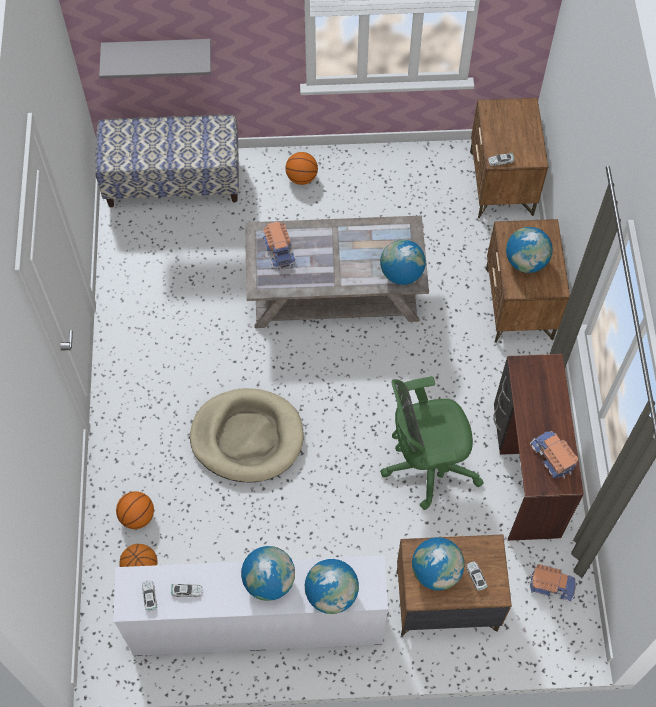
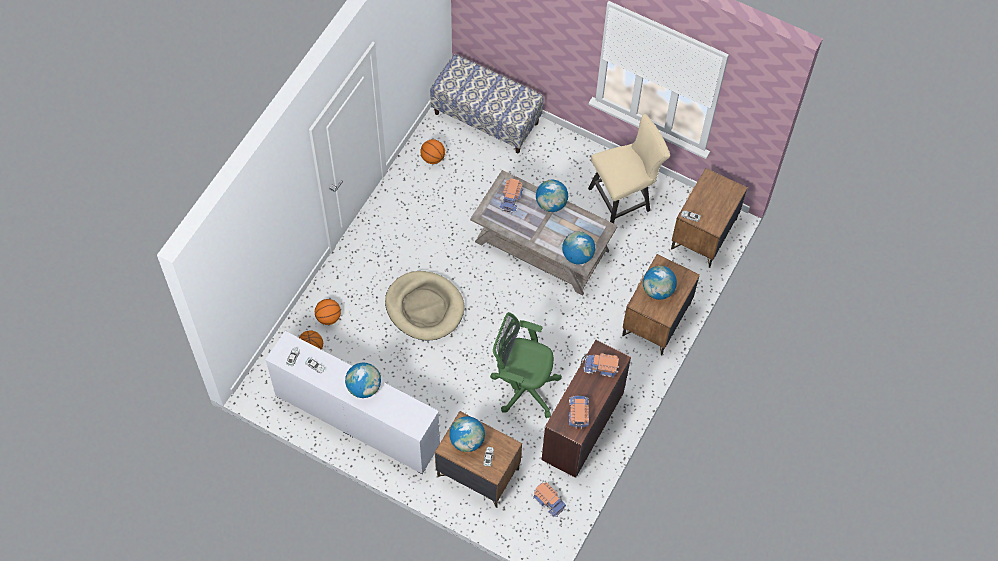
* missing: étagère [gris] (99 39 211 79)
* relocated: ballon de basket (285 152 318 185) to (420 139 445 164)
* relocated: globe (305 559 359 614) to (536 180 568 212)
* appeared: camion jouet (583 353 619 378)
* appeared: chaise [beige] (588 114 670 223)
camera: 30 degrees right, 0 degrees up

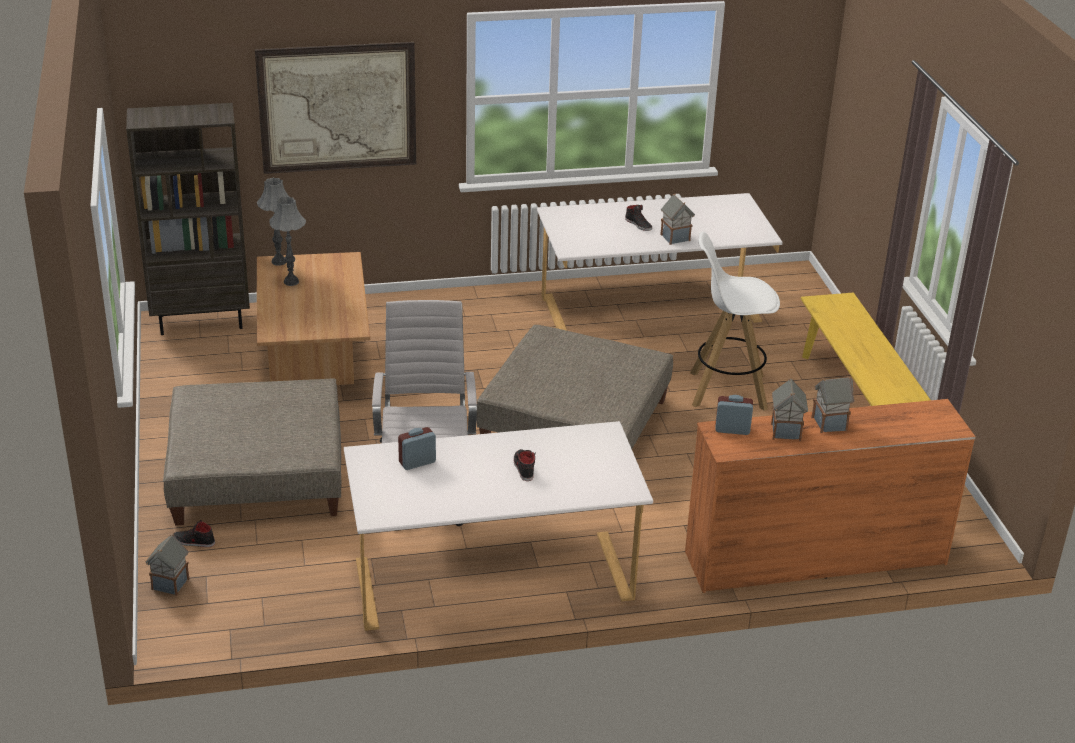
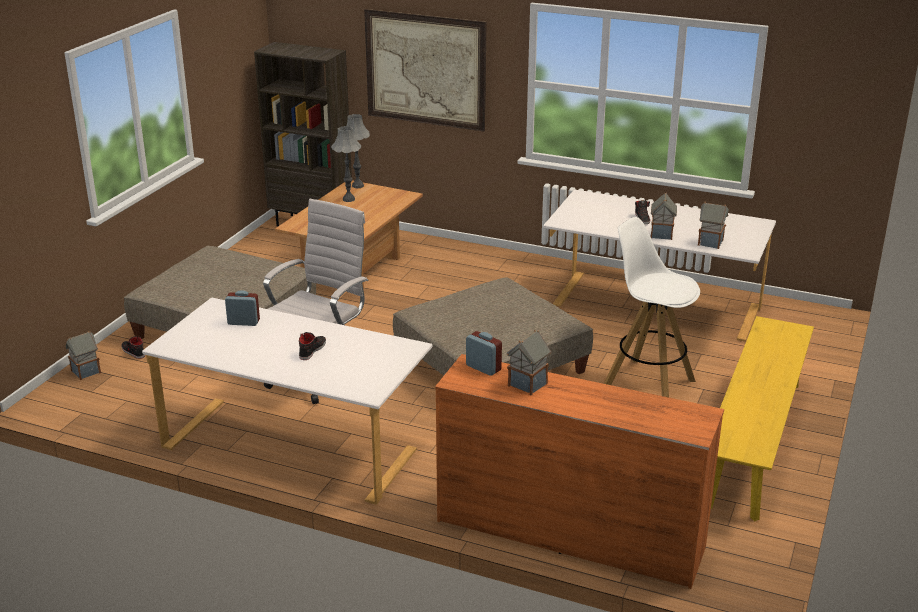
* relocated: maison miniature (811 376 855 433) to (698 202 729 249)
camera: 35 degrees right, 5 degrees down

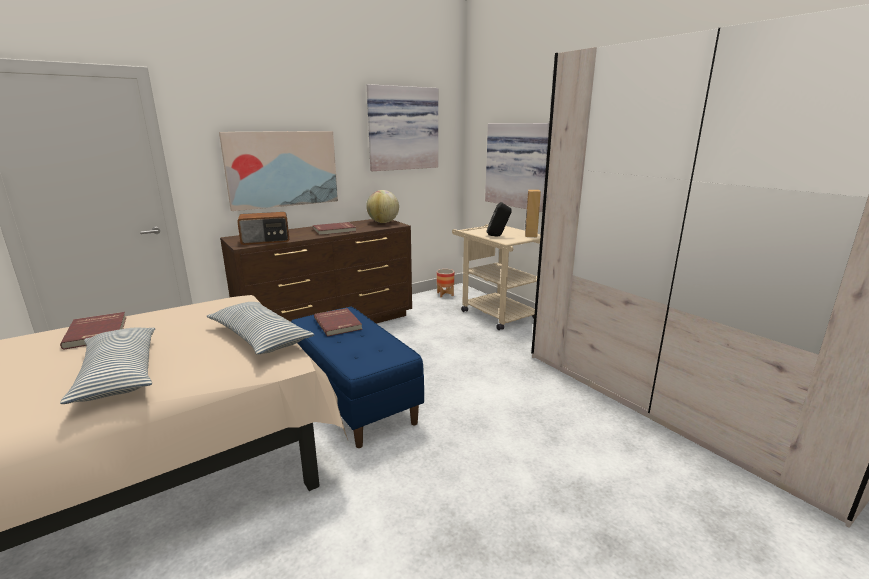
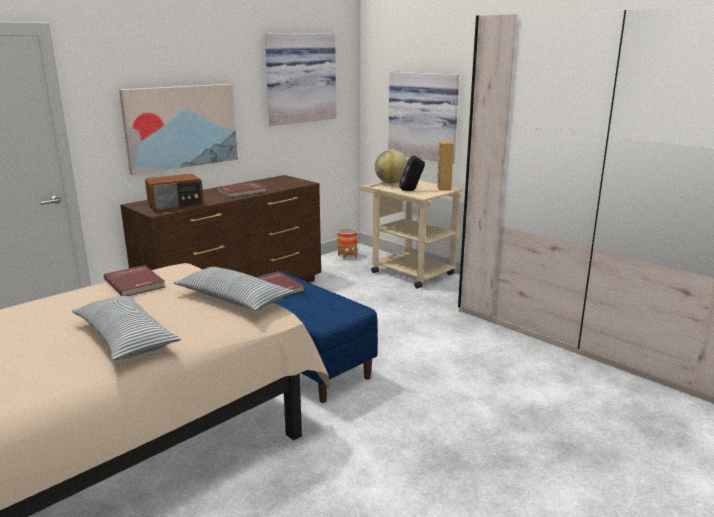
* relocated: livre [rouge] (60 312 126 350) to (104 265 165 296)
* relocated: globe (366 190 399 223) to (375 150 408 184)
camera: 10 degrees left, 0 degrees up

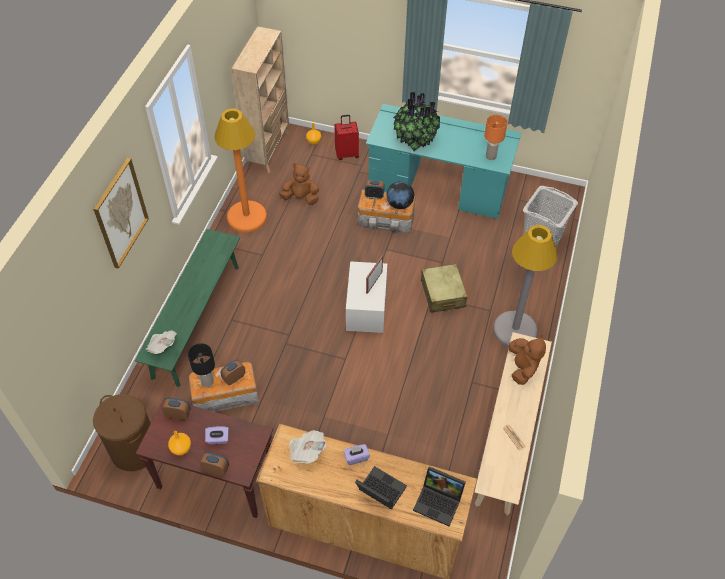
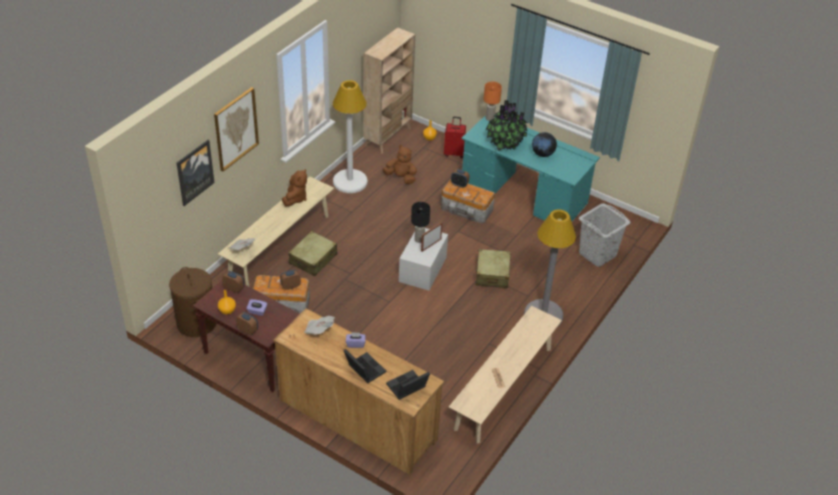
* colour: banc [vert] (135 229 240 387) to banc [beige] (218 177 334 286)
* relocated: lampe de table [noir] (188 343 215 387) to (411 202 430 243)
* colour: lampadaire [orange] (214 109 267 232) to lampadaire [blanc] (333 80 368 193)
* relocated: globe (387 181 414 209) to (532 132 557 157)
* spun: ordinateur portable (413 466 466 527) = (386 370 430 400) 105 degrees clockwise
* relocated: lampe de table [orange] (484 115 507 160) to (484 81 502 121)
* relocated: peluche [marron] (509 335 546 385) to (282 169 307 206)
* appeared: tableau (177 140 215 206)
* appeared: valise [beige] (289 231 337 276)
camera: 15 degrees right, 10 degrees down

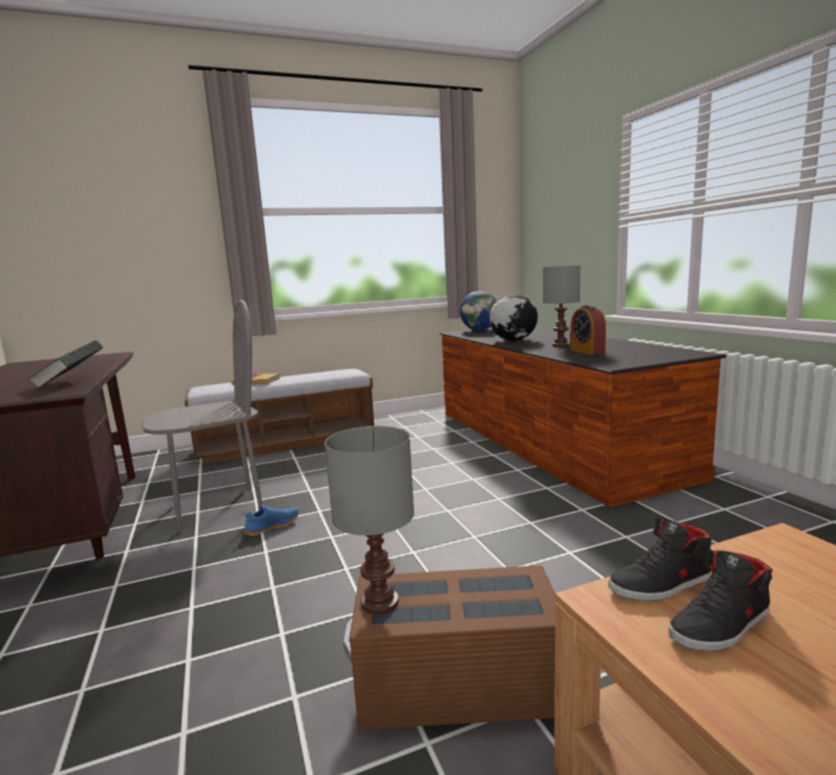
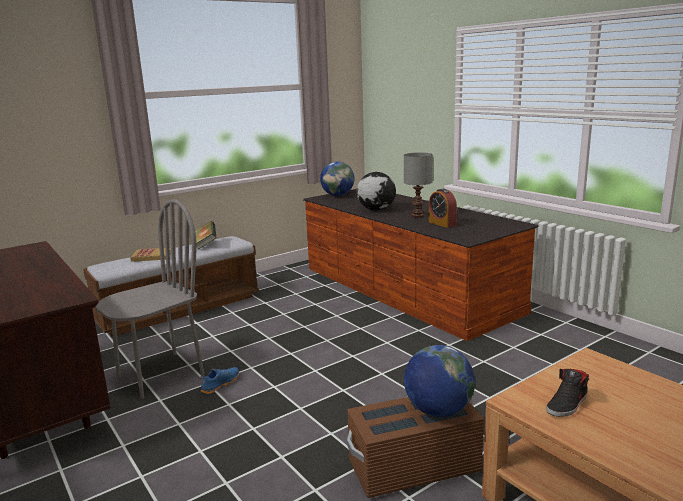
* relocated: livre (27 340 103 389) to (195 221 217 250)
* missing: lampe de table [gris] (325 426 414 614)
* missing: chaussure [noir] (608 518 712 601)
* appeared: globe (404 345 475 417)
camera: 15 degrees left, 5 degrees up

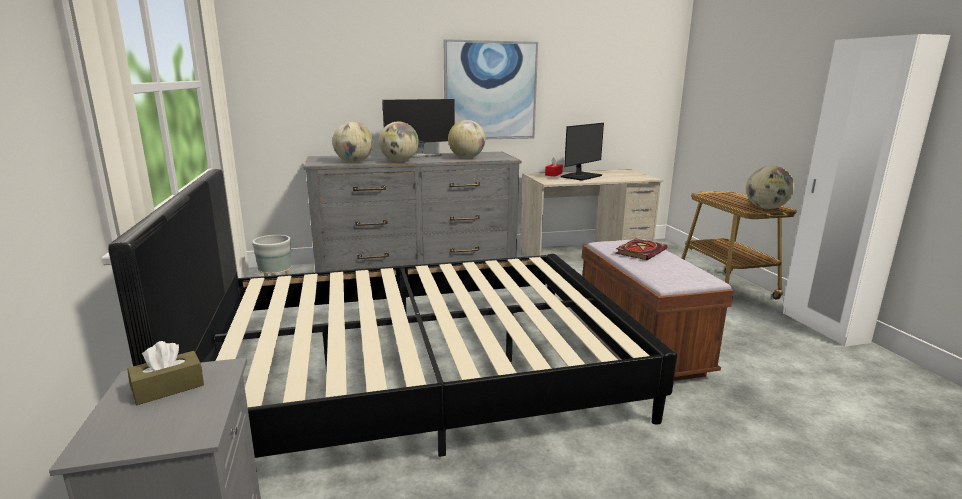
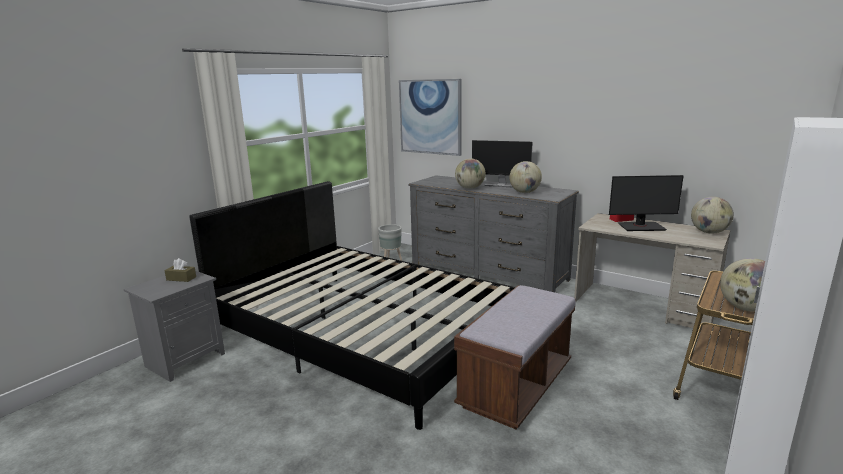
* relocated: globe (332 122 373 162) to (691 197 734 234)
* relocated: tableau (444 39 538 139) to (399 79 462 156)
* missing: livre (615 239 668 260)
camera: 50 degrees right, 0 degrees up

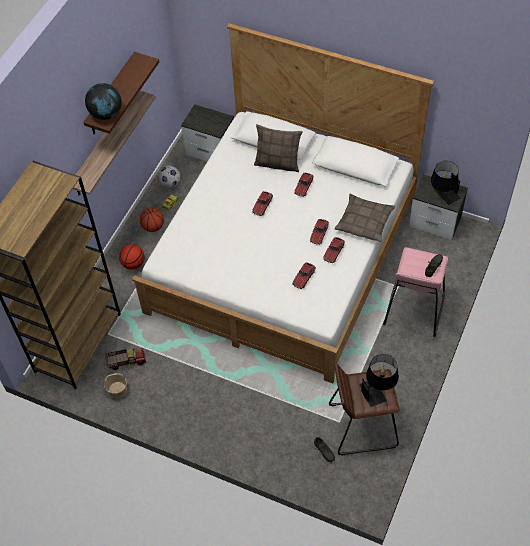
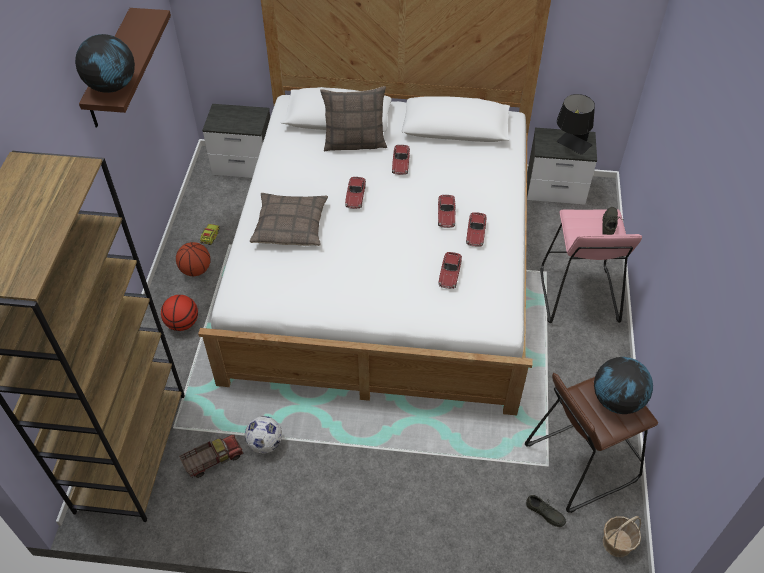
* missing: étagère (73 91 156 196)
* relocated: panier (104 373 127 399) to (603 516 641 557)
* relocated: ballon de foot (158 166 180 187) to (245 416 282 454)
* relocated: coussin (335 194 395 242) to (250 193 328 246)
* exchanged: lampe de table [noir] (359 354 399 407) to globe (594 357 653 414)
camera: 20 degrees left, 5 degrees down

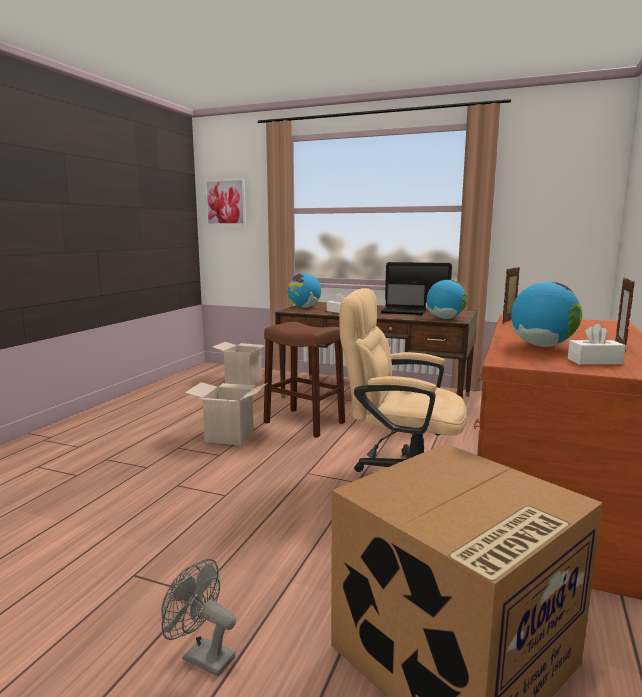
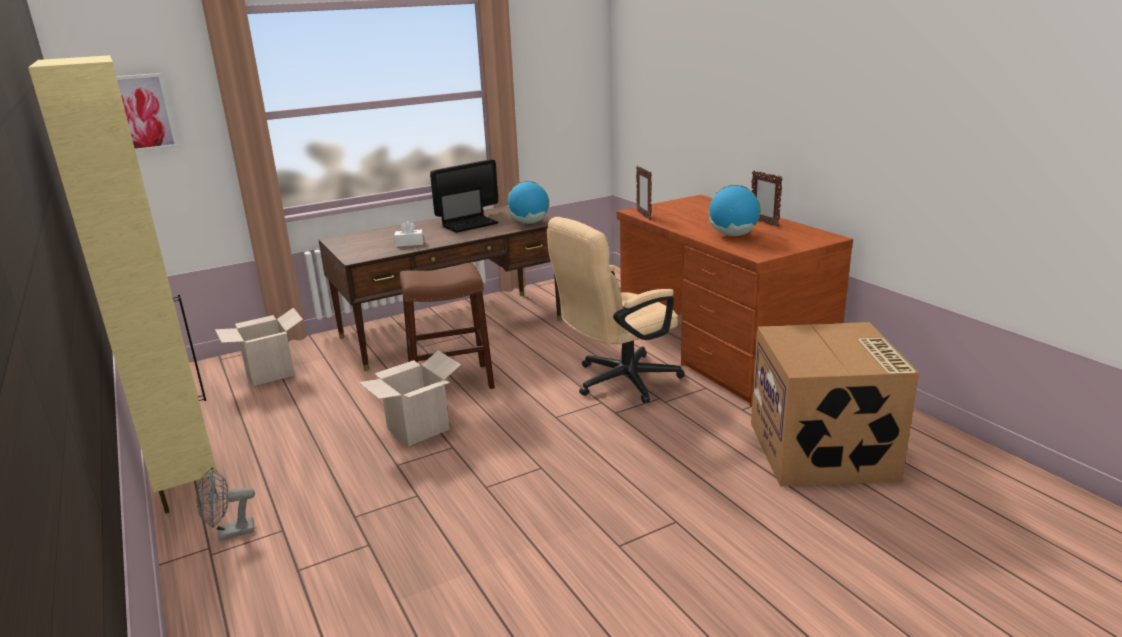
* relocated: ventilateur [gris] (161 559 236 676) to (196 467 255 541)
* missing: globe (287 273 321 308)
* missing: boîte à mouchoirs [blanc] (568 324 626 365)
* appeared: meuble de rangement [beige] (28 55 218 514)
camera: 50 degrees left, 10 degrees up

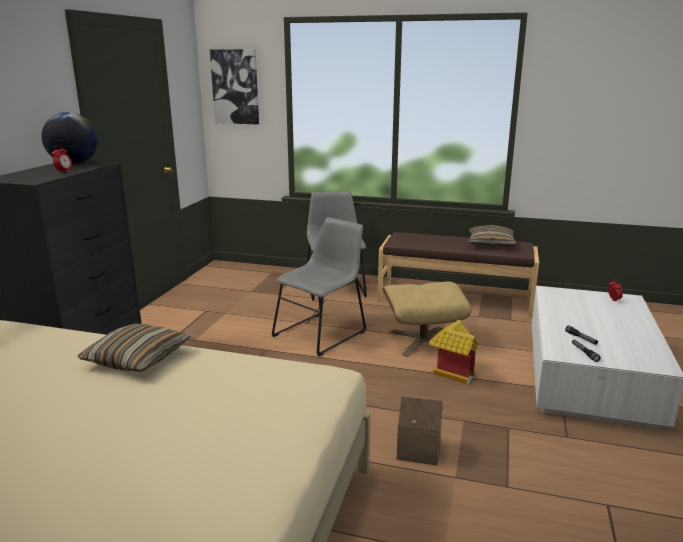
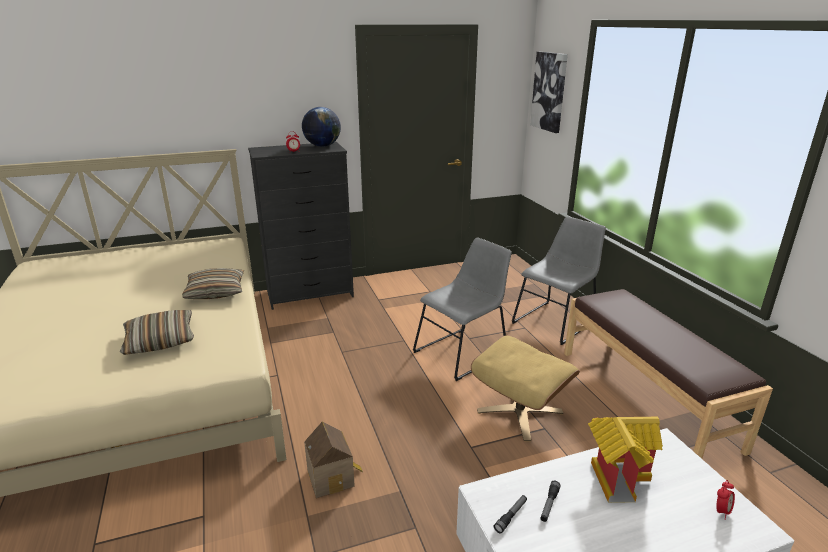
* spun: chaise [gris] (271 217 366 356) = (413 237 512 381) 45 degrees counterclockwise
* relocated: maison miniature (428 320 478 385) to (588 417 663 503)
* relocated: coussin (468 225 516 248) to (120 310 194 355)
camera: 55 degrees right, 5 degrees up

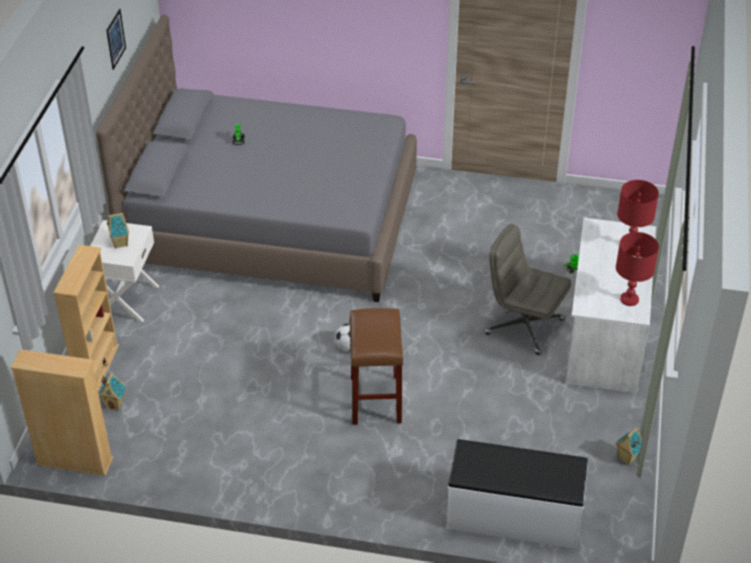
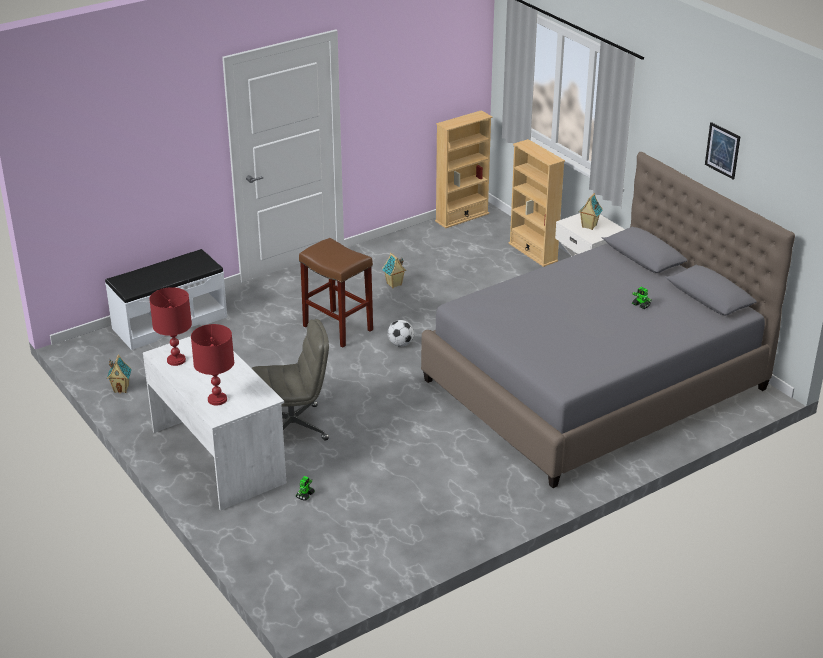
* relocated: maison miniature (99 372 126 410) to (382 253 406 288)
camera: 135 degrees right, 10 degrees down

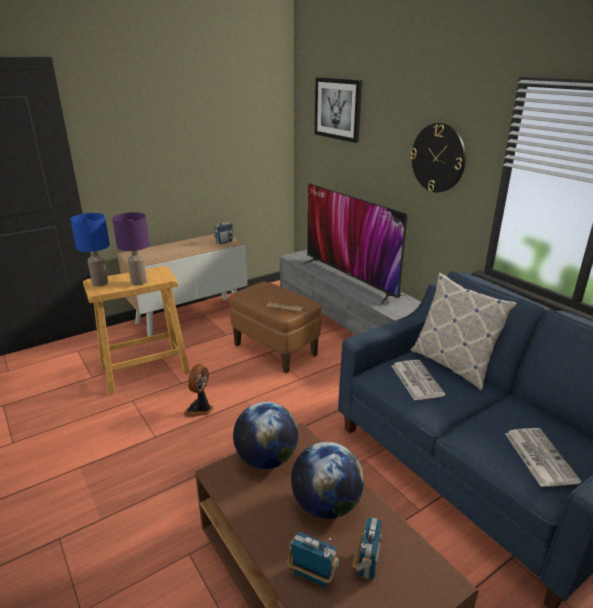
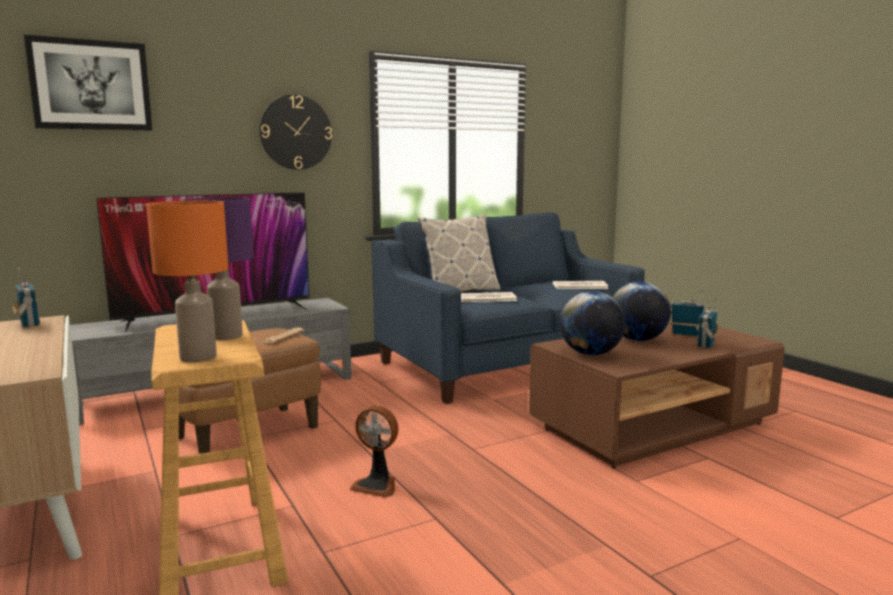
* colour: lampe de table [bleu] (70 213 110 286) to lampe de table [orange] (146 201 229 363)
camera: 85 degrees left, 15 degrees down

